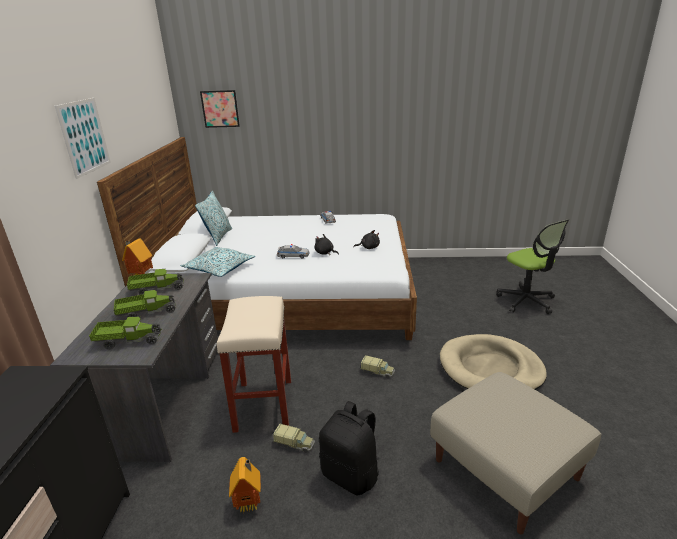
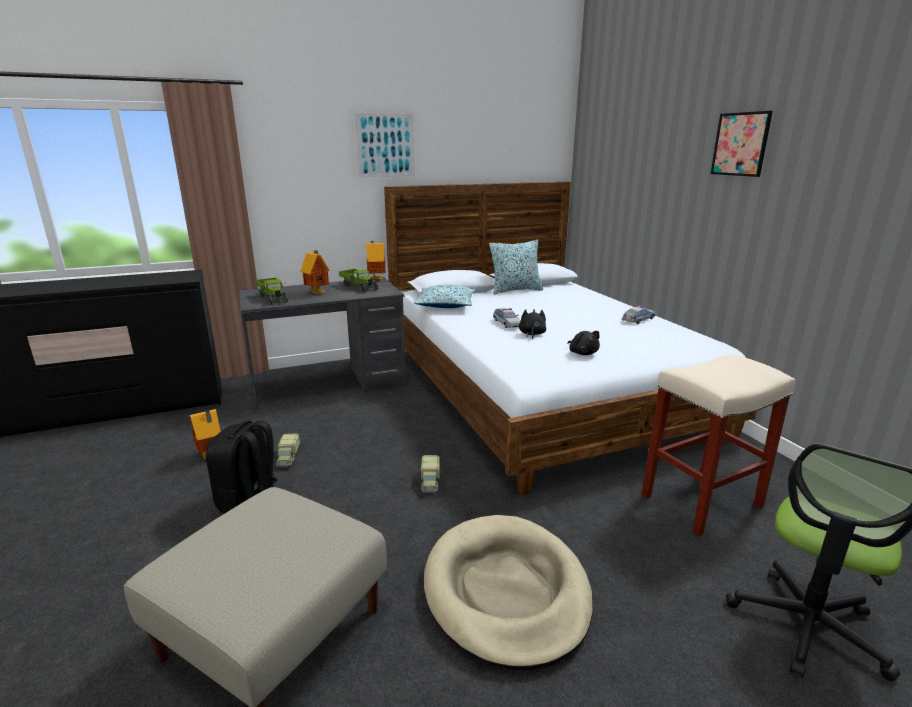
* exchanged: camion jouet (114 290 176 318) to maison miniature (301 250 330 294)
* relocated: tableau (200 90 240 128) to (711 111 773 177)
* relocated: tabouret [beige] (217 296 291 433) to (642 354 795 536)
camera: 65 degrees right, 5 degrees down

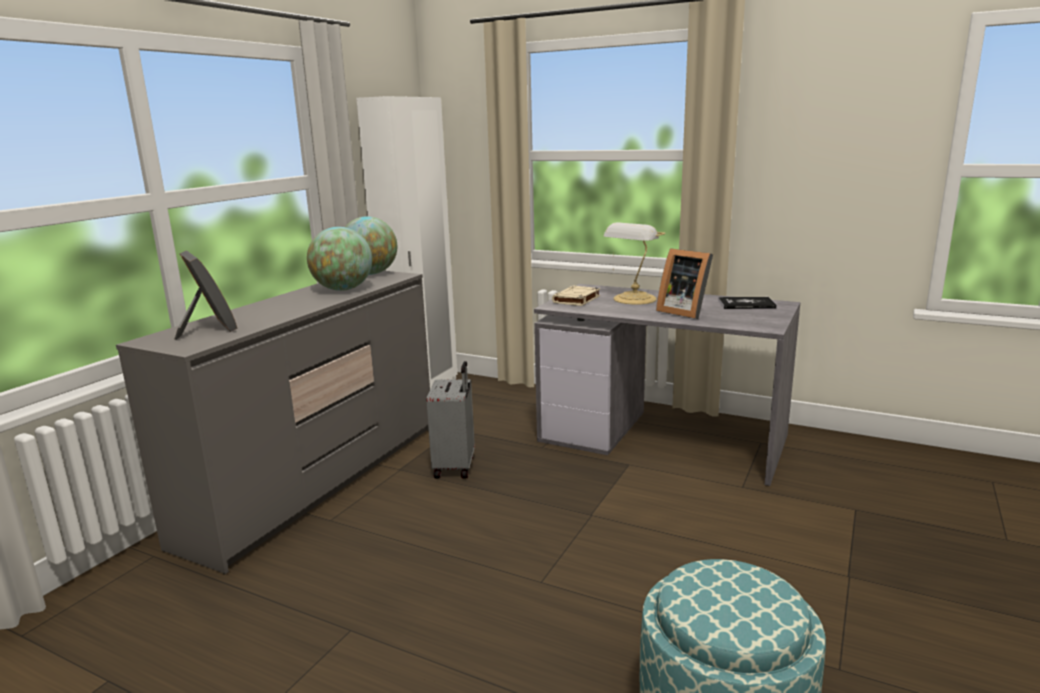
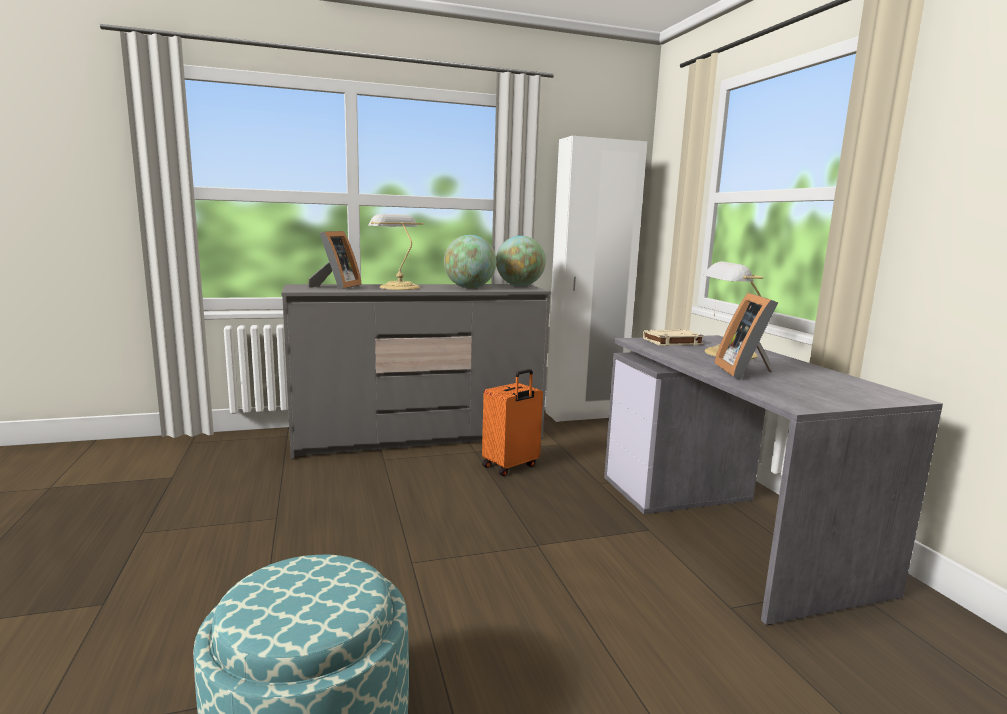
* colour: valise [gris] (426 361 475 479) to valise [orange] (482 369 543 476)
* missing: livre (718 297 777 309)
* appeared: lampe de table (368 214 424 290)
camera: 45 degrees right, 5 degrees down

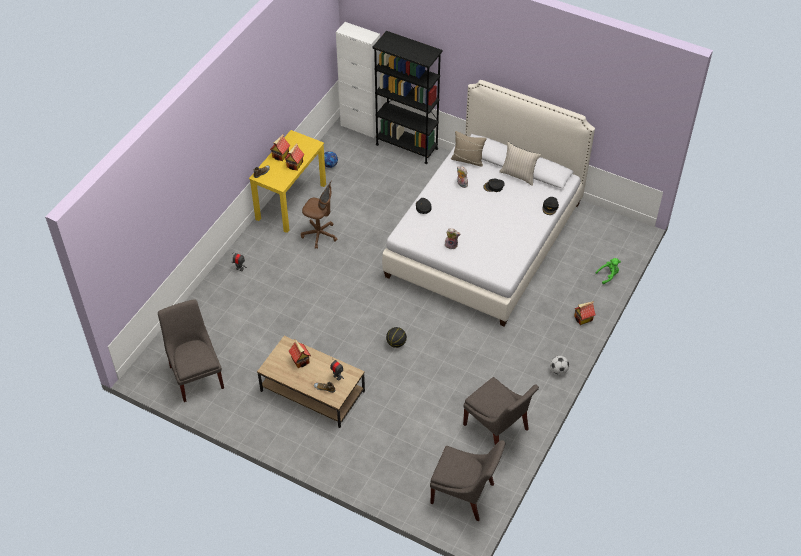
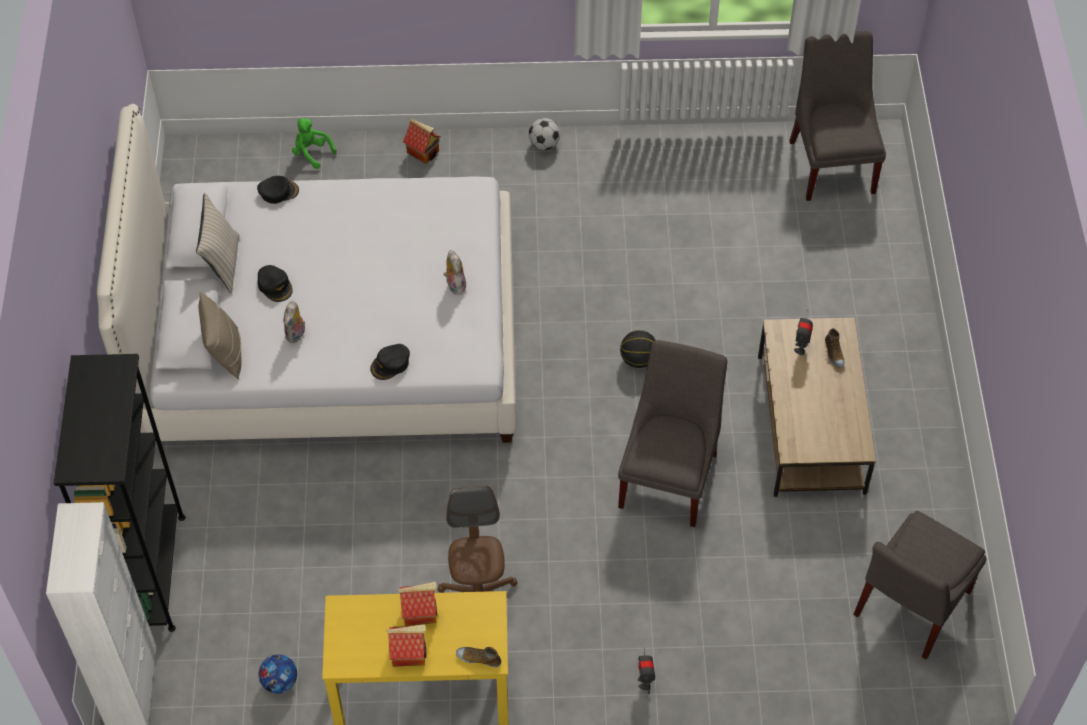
* missing: maison miniature (289 339 311 368)
* relocated: chaise [gris] (463 377 539 445) to (618 340 728 527)
camera: 120 degrees left, 5 degrees up

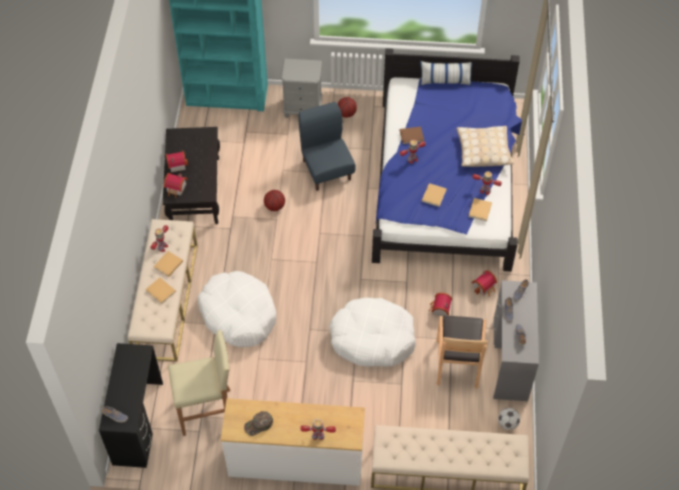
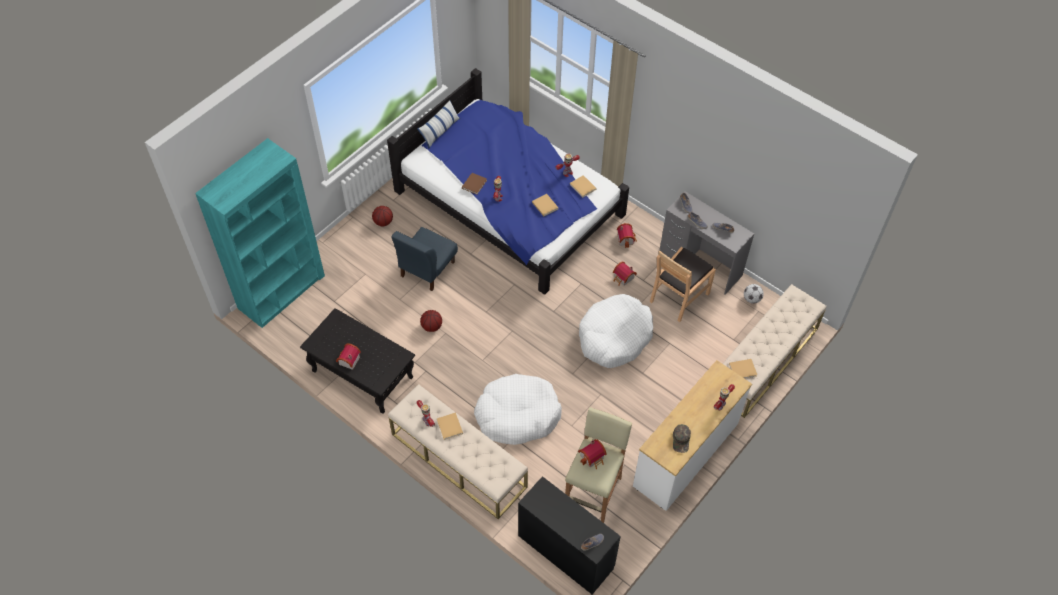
* relocated: livre [beige] (146 277 176 304) to (729 359 757 379)
* relocated: maison miniature (164 173 188 198) to (578 439 607 469)
* missing: table de chevet [gris] (281 59 322 118)
* spun: chaise [bleu] (298 102 356 191) = (391 227 458 291) 75 degrees counterclockwise
* spun: chaise [marron] (436 316 488 389) = (650 247 716 322) 90 degrees clockwise
* missing: coussin [beige] (457 126 514 167)
camera: 55 degrees left, 0 degrees up

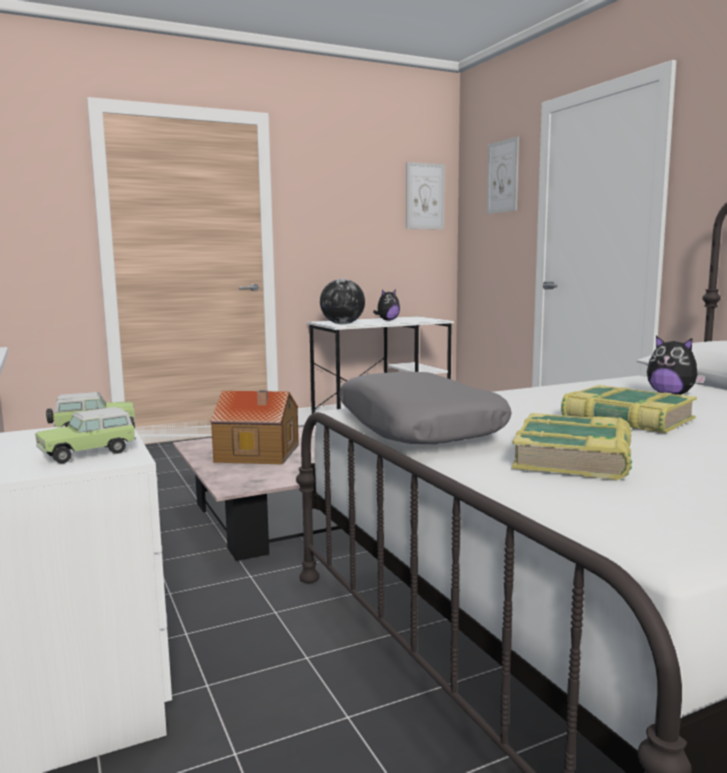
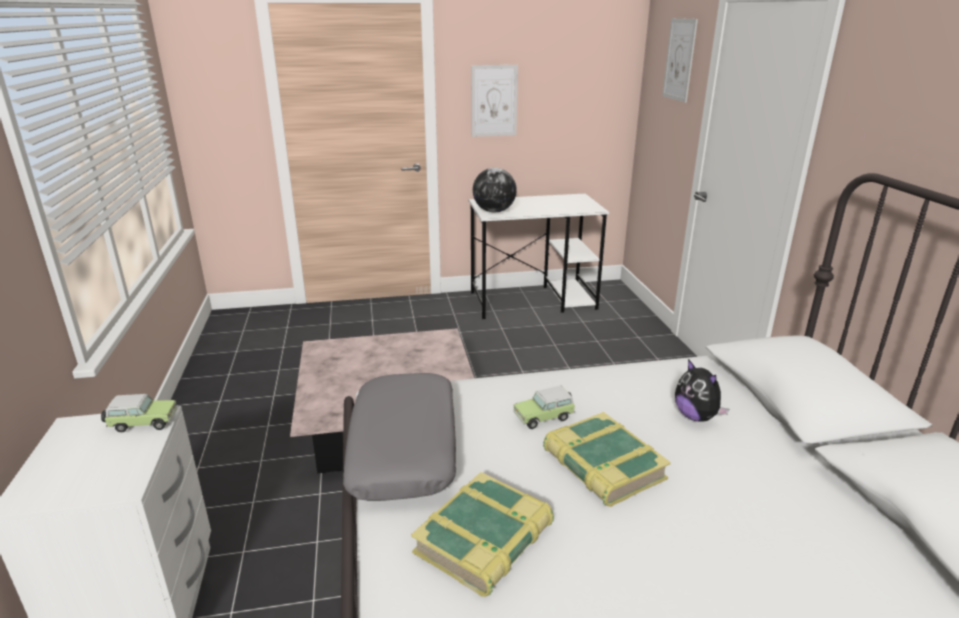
* relocated: petite voiture (35 407 136 464) to (514 386 575 429)
* missing: maison miniature (210 390 299 465)
* missing: peluche (373 289 400 321)
* relocated: tableau (406 162 445 229) to (471 65 518 137)
camera: 15 degrees right, 15 degrees up

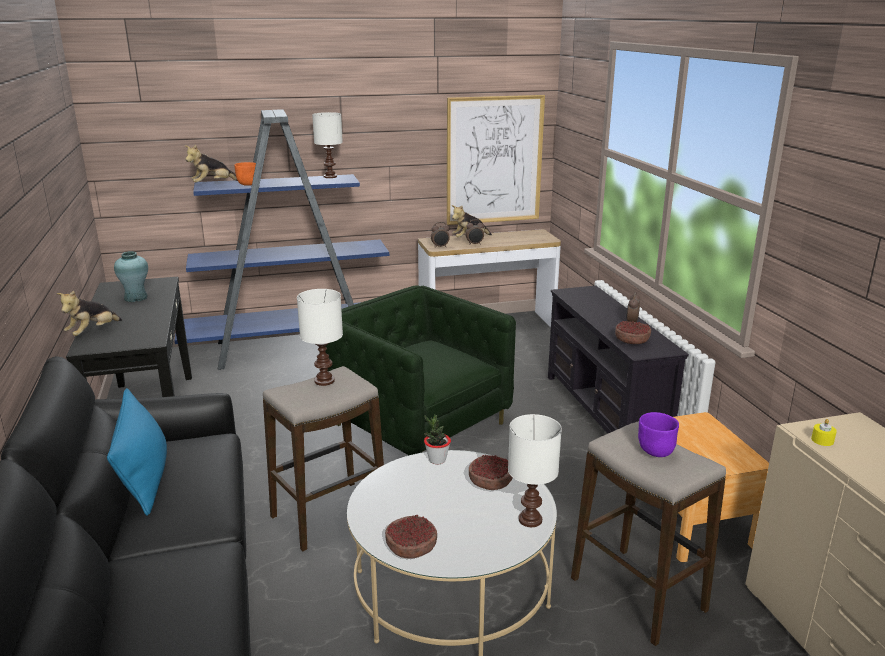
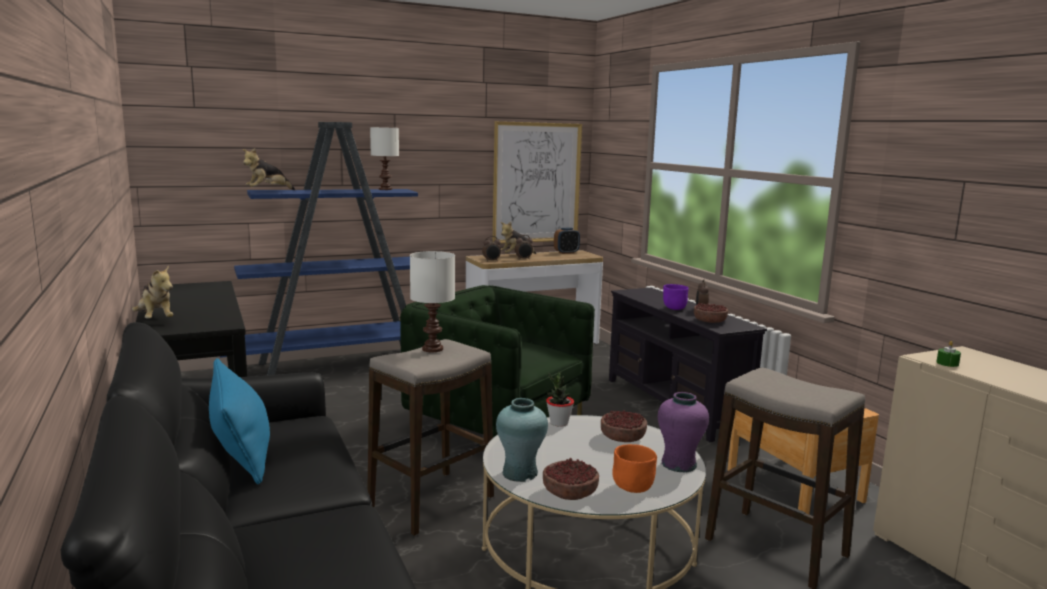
* spun: peluche (57 291 122 336) = (132 266 173 318) 60 degrees counterclockwise
* relocated: vase [turquoise] (114 251 148 302) to (496 398 548 482)
* relocated: bol [orange] (234 162 256 186) to (612 444 657 493)
* exchanged: lampe de table [blanc] (508 414 562 527) to vase [violet] (658 392 709 472)
* relocated: bol [violet] (638 412 679 457) to (663 284 689 310)
* colour: bougie [jaune] (811 419 837 446) to bougie [vert] (936 341 961 367)
* appeared: réveil (554 228 580 254)
camera: 10 degrees left, 10 degrees down

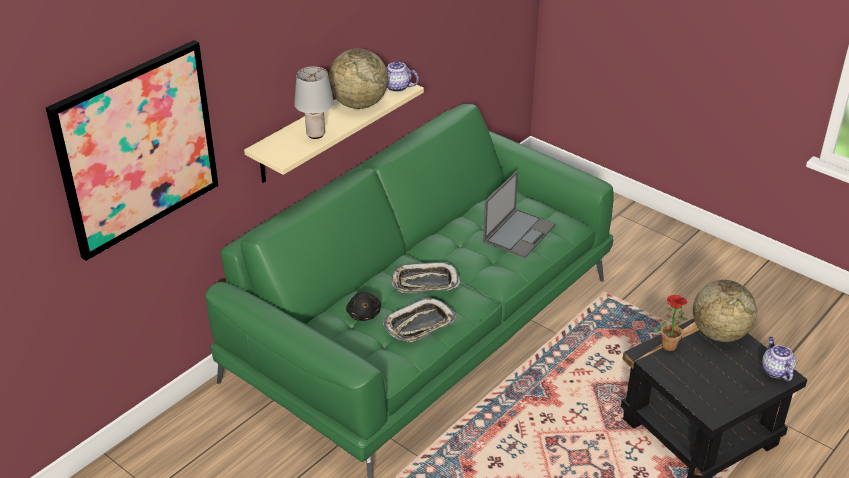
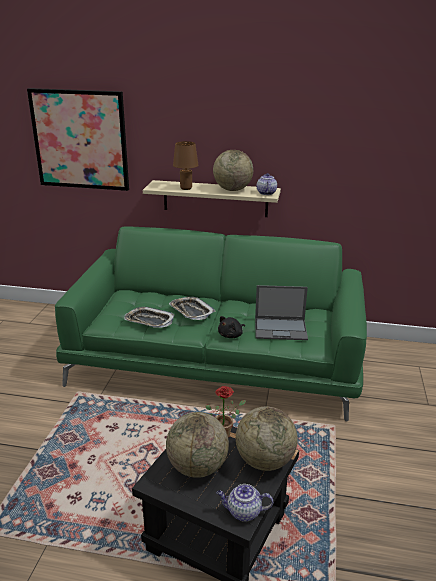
* colour: lampe de table [gris] (294 67 334 139) to lampe de table [marron] (173 141 198 190)
* relocated: peluche [noir] (346 292 381 321) to (218 316 245 338)
* spun: théière (762 337 796 381) = (217 484 273 522) 135 degrees counterclockwise
* appeared: globe (166 412 229 478)
camera: 60 degrees right, 10 degrees down

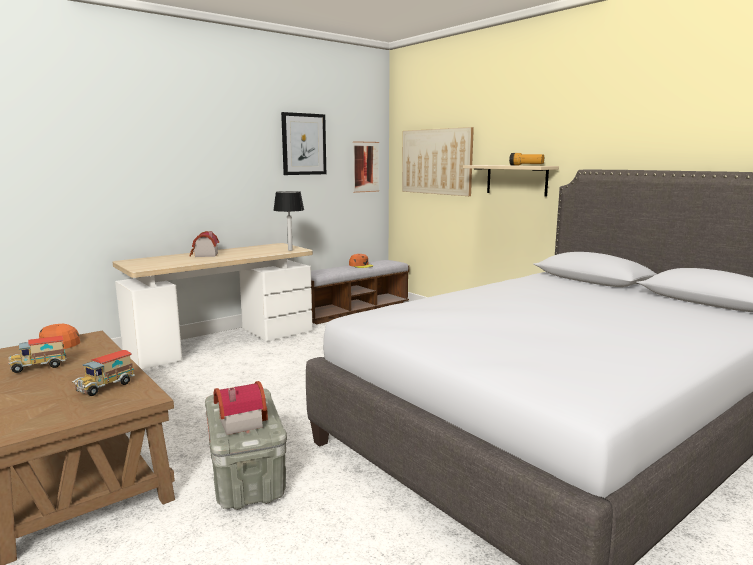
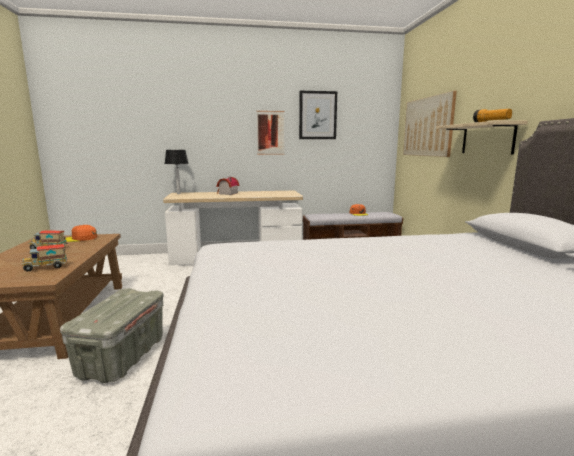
* missing: maison miniature (214 381 268 435)
* relocated: lampe de table (273 191 304 251) to (165 150 189 194)
* relocated: tableau (353 141 379 193) to (257 111 284 155)
camera: 30 degrees right, 0 degrees up

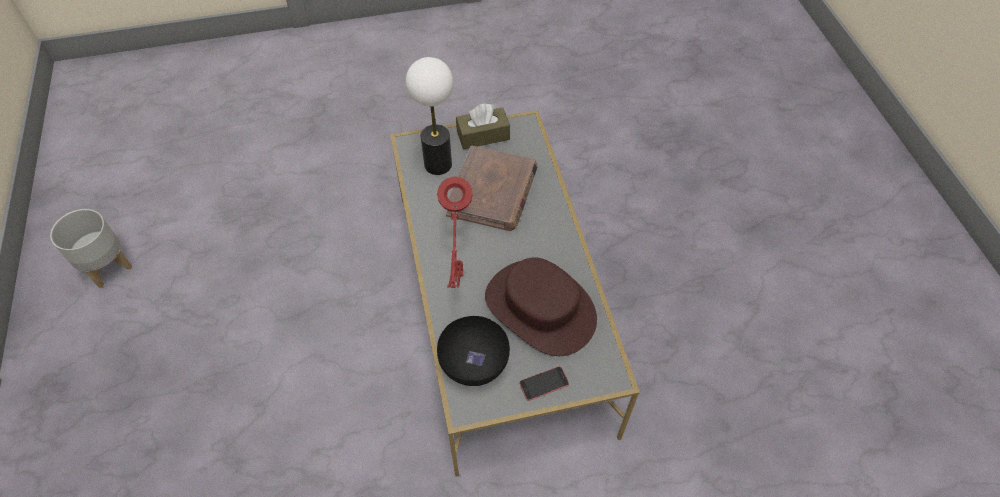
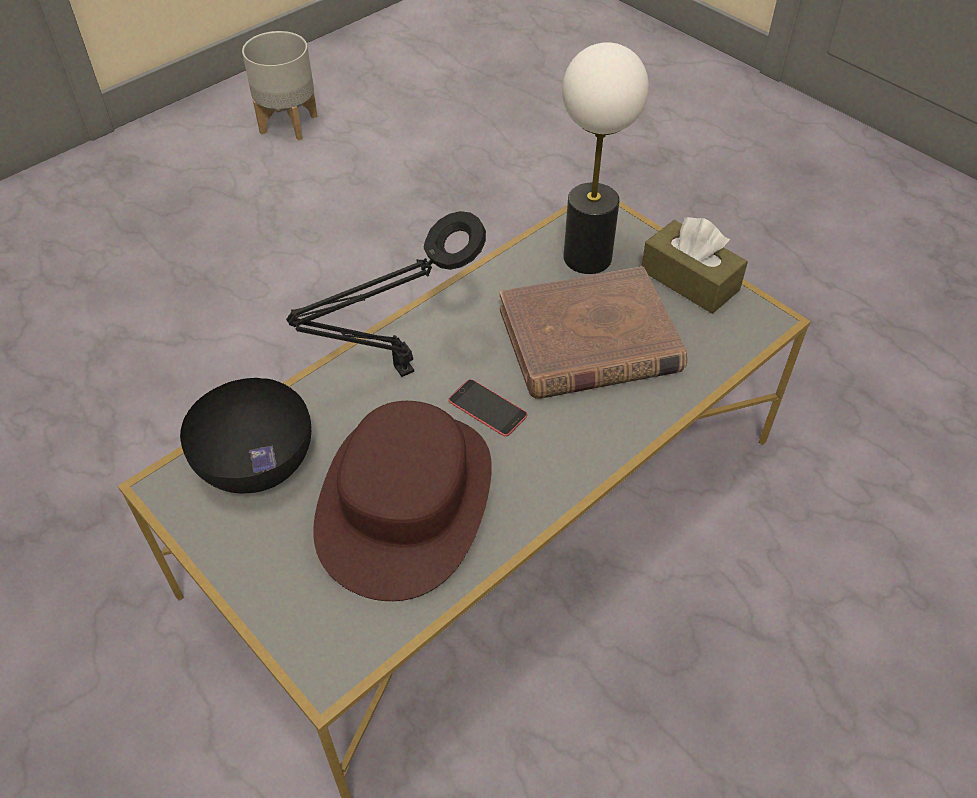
* colour: lampe de table [rouge] (437 177 473 288) to lampe de table [noir] (286 211 486 377)
* relocated: téléphone (519 366 569 401) to (449 379 528 437)
camera: 60 degrees right, 5 degrees down

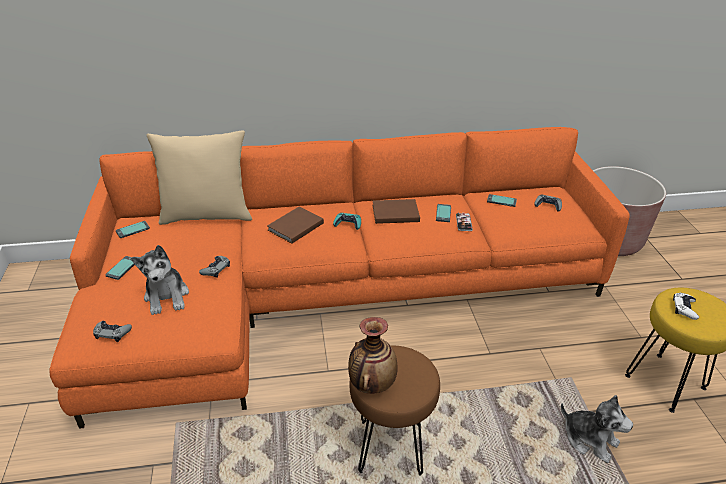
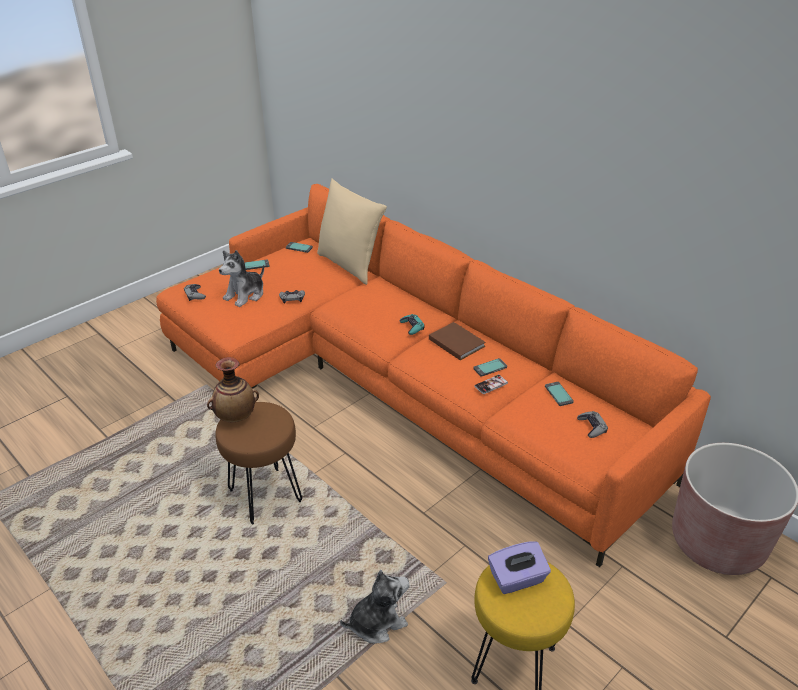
* missing: livre [marron] (267 207 324 243)
* spun: peluche (561 395 633 463) = (340 570 409 644) 120 degrees counterclockwise
* exchanged: manette [blanc] (673 292 699 320) to boîte à mouchoirs [violet] (488 541 551 594)
camera: 55 degrees right, 0 degrees up

